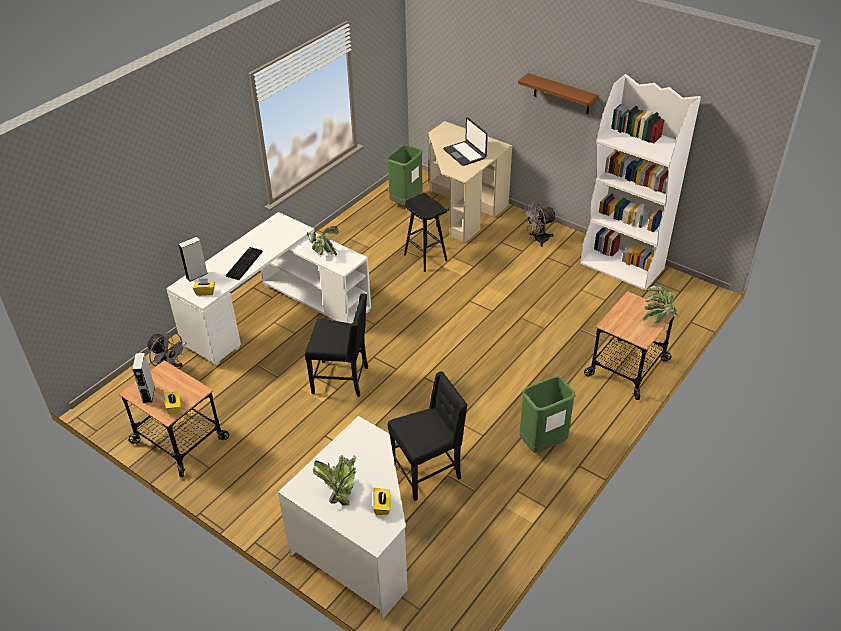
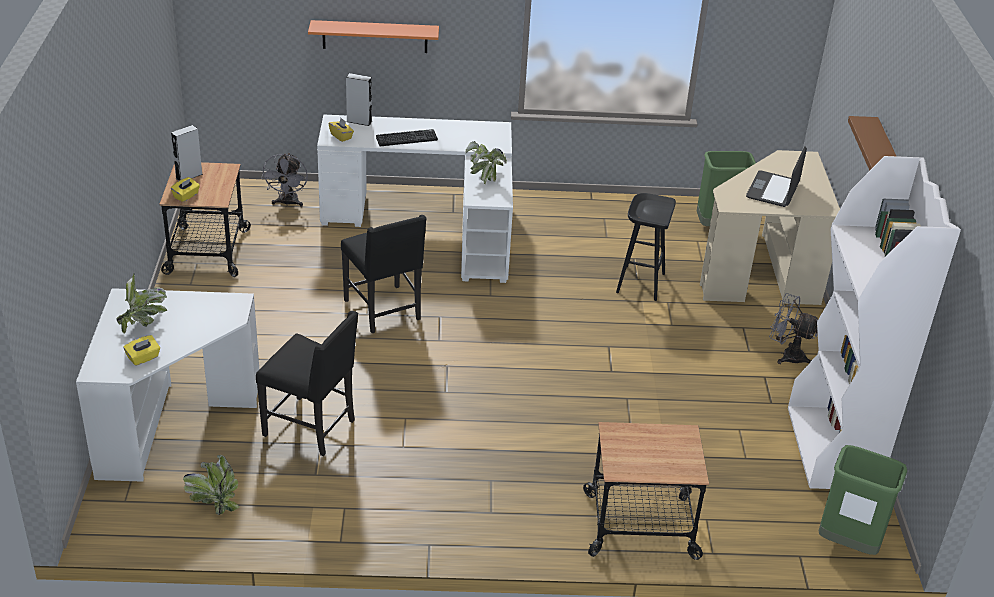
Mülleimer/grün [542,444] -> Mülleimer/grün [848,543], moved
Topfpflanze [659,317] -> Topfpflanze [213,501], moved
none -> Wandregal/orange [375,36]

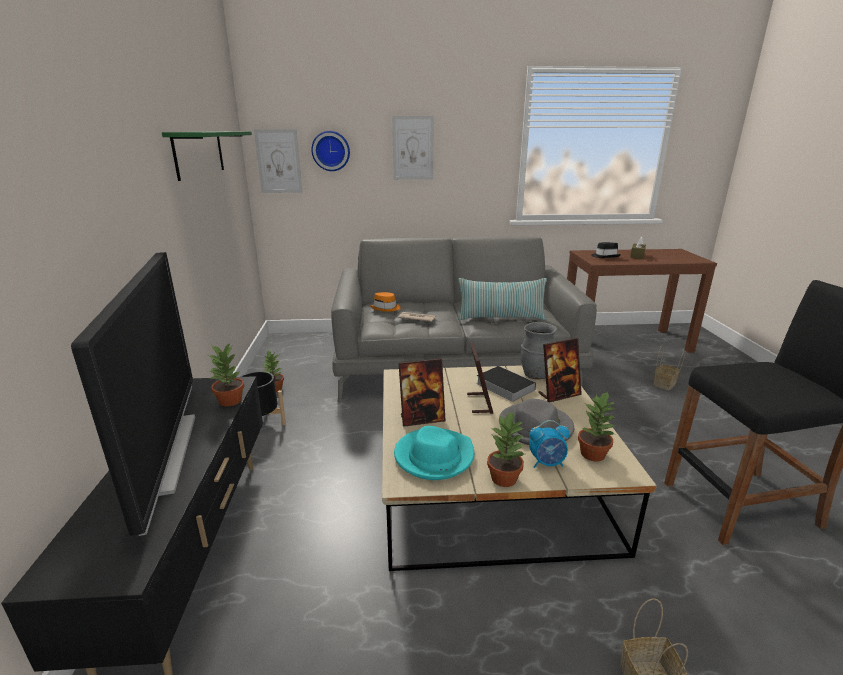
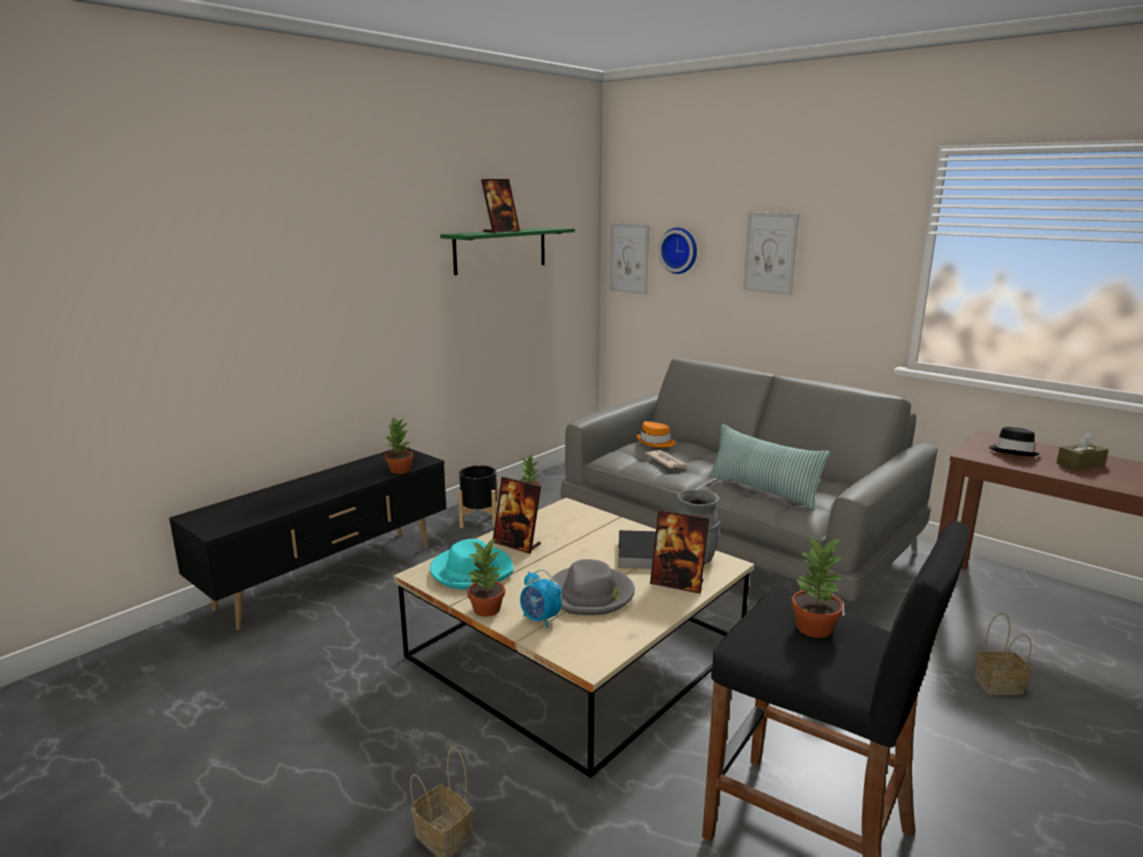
Fernseher [164,454] -> none
Bilderrahmen [479,403] -> Bilderrahmen [501,231], moved
Topfpflanze [593,454] -> Topfpflanze [815,628], moved

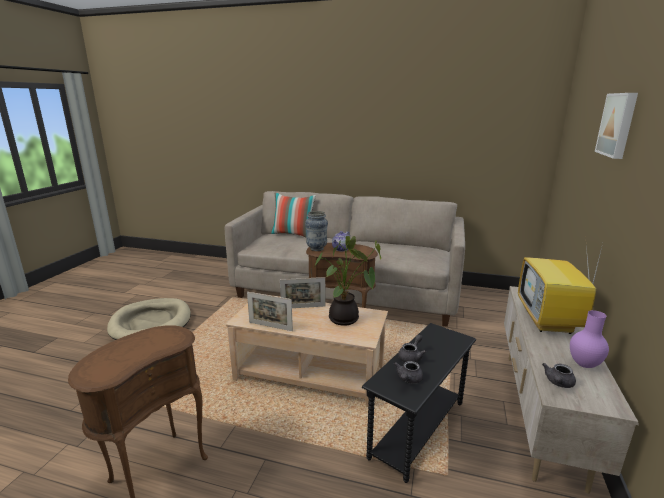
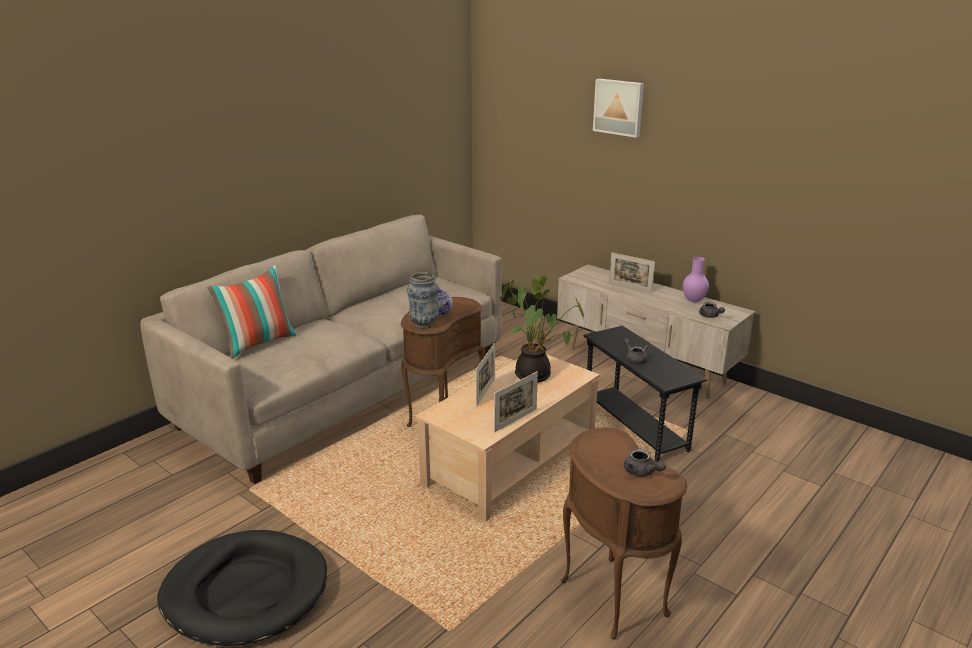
Hundebett/beige [151,323] -> Hundebett/schwarz [246,591]
Teekanne/grau [408,379] -> Teekanne/grau [641,472], moved
Fernseher [549,321] -> Bilderrahmen [630,288]

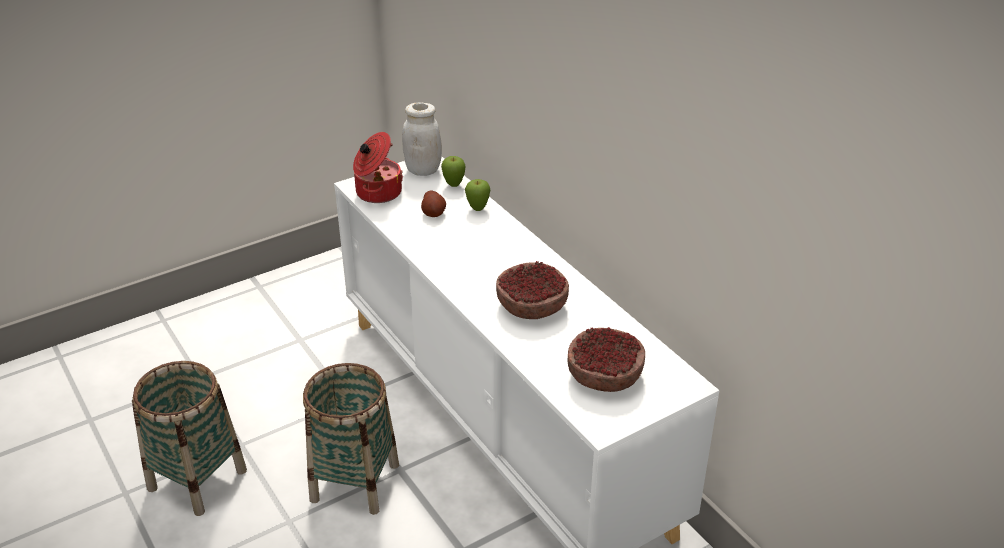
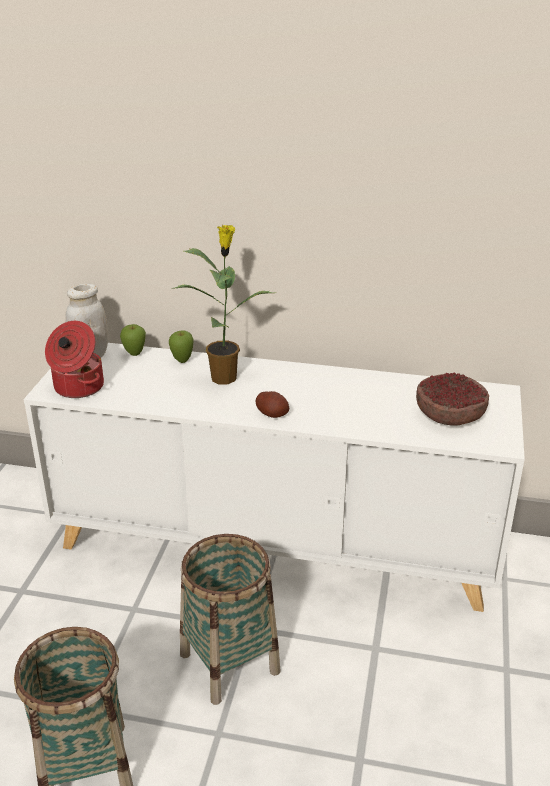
Kartoffel [433,213] -> Kartoffel [272,414], moved
Schüssel [531,305] -> none
none -> Topfpflanze [225,377]

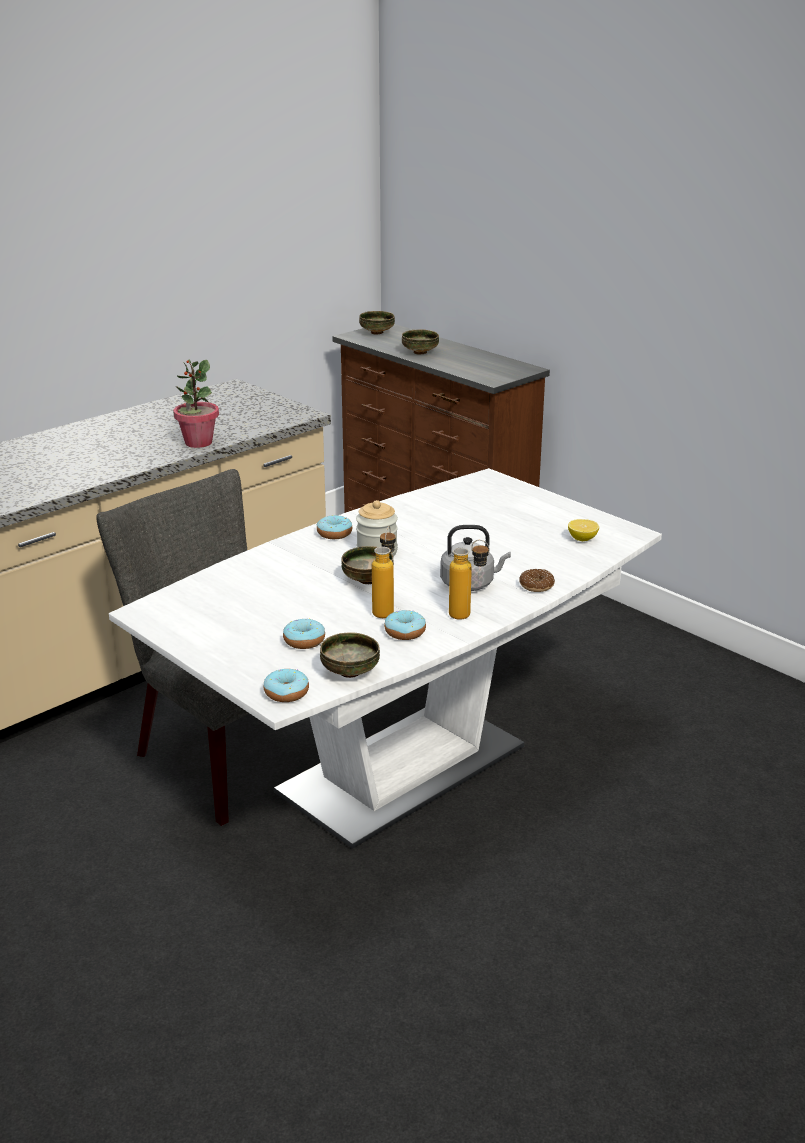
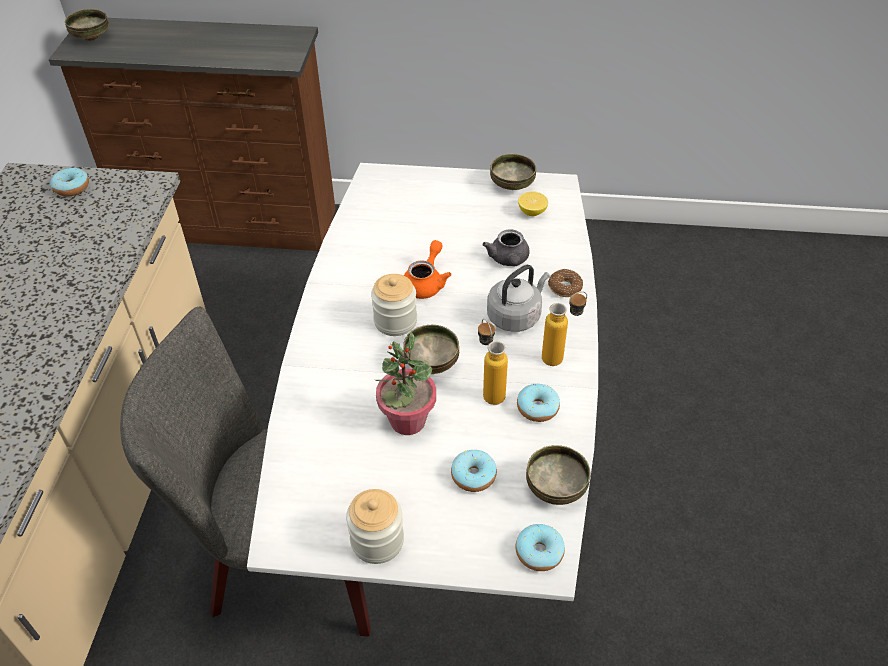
Topfpflanze [198,442] -> Topfpflanze [407,421], moved
Donut [334,534] -> Donut [72,188], moved
Schüssel [419,352] -> Schüssel [511,185], moved
none -> Vorratsglas [377,541]
none -> Teekanne/orange [426,283]
none -> Teekanne/grau [509,260]

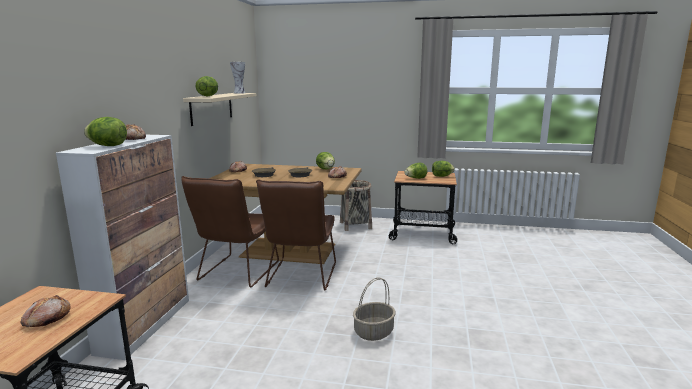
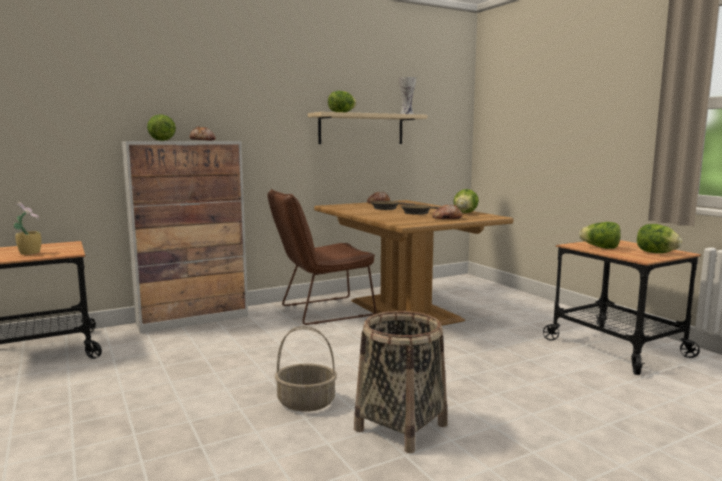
Brot [46,319] -> Topfpflanze [30,253]
Stuhl/braun [300,277] -> none
Korb [355,225] -> Korb [401,427], moved

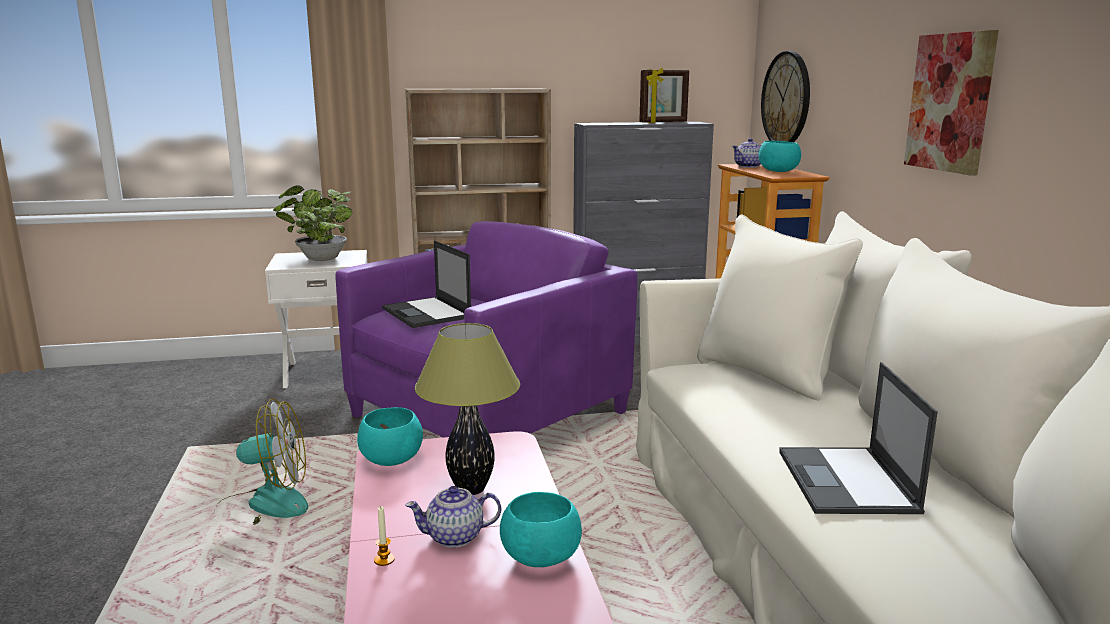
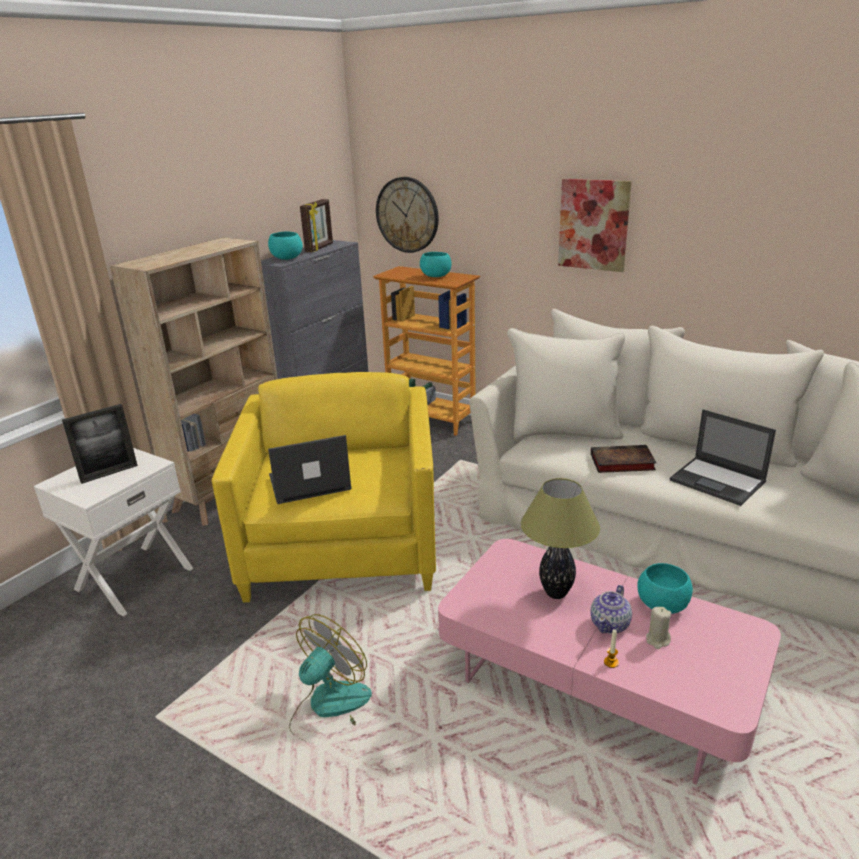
Topfpflanze [319,259] -> Bilderrahmen [109,473]
Sessel/lila [489,415] -> Sessel/gelb [344,543]
Schüssel/türkis [390,460] -> Schüssel/türkis [287,258], moved
Laptop [427,313] -> Laptop [308,483], 150 degrees clockwise
Teekanne [749,166] -> none
none -> Buch [620,463]
none -> Kerze/beige [657,640]

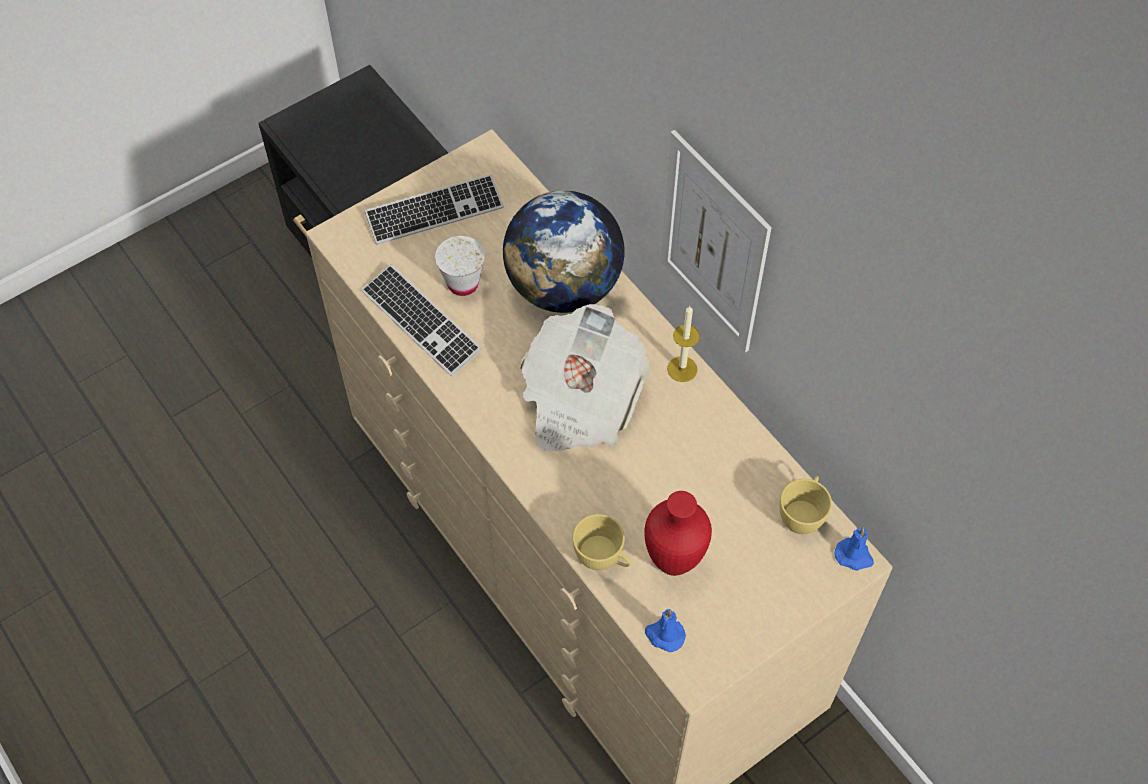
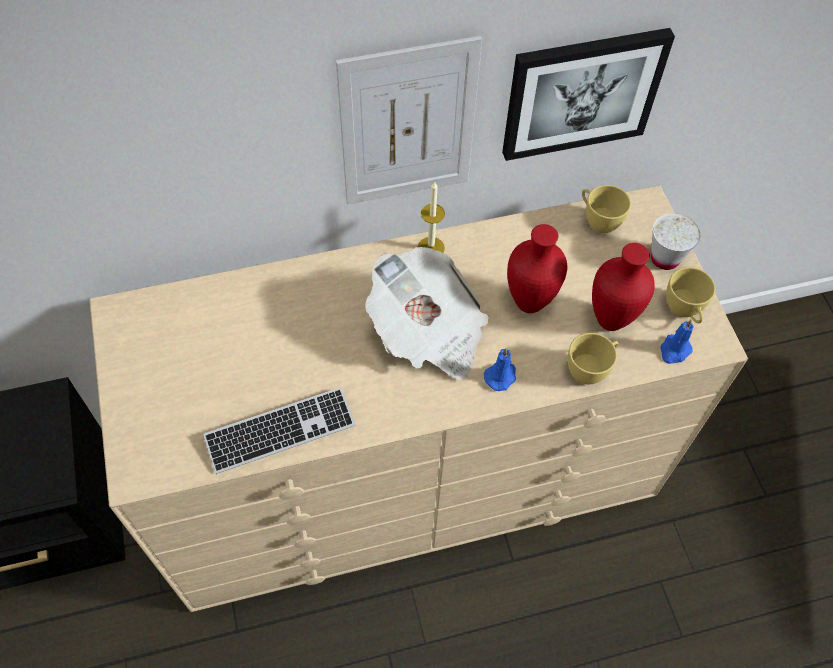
Tastatur [434,212] -> none
Tasse/weiß [463,283] -> Tasse/weiß [665,258], moved
Globus [564,286] -> none
Kerze/blau [854,556] -> Kerze/blau [501,376], moved
none -> Bild [581,93]
none -> Vase/rot [531,303]
none -> Tasse/gelb [684,311]

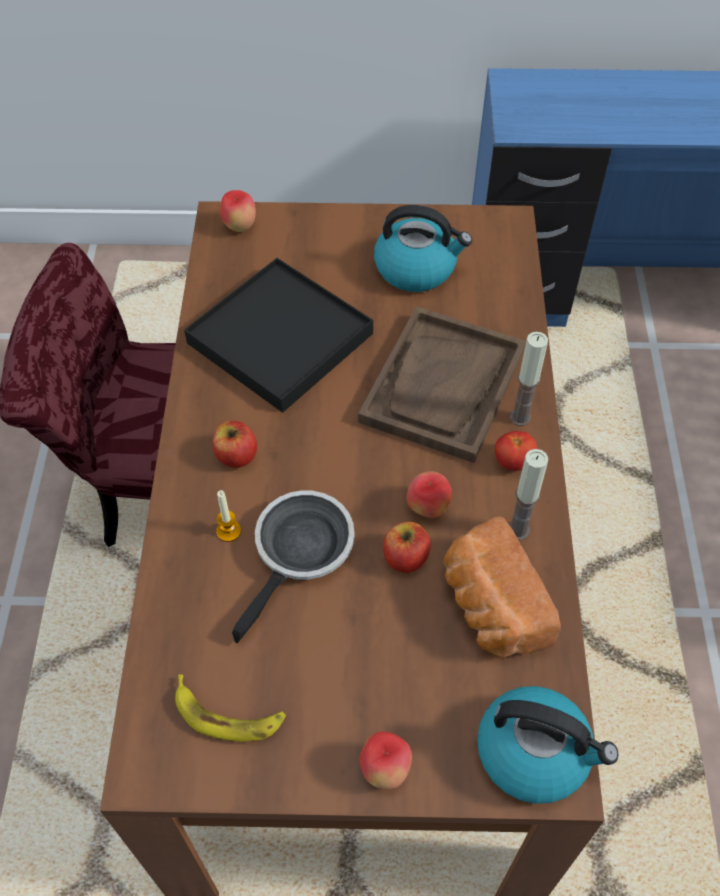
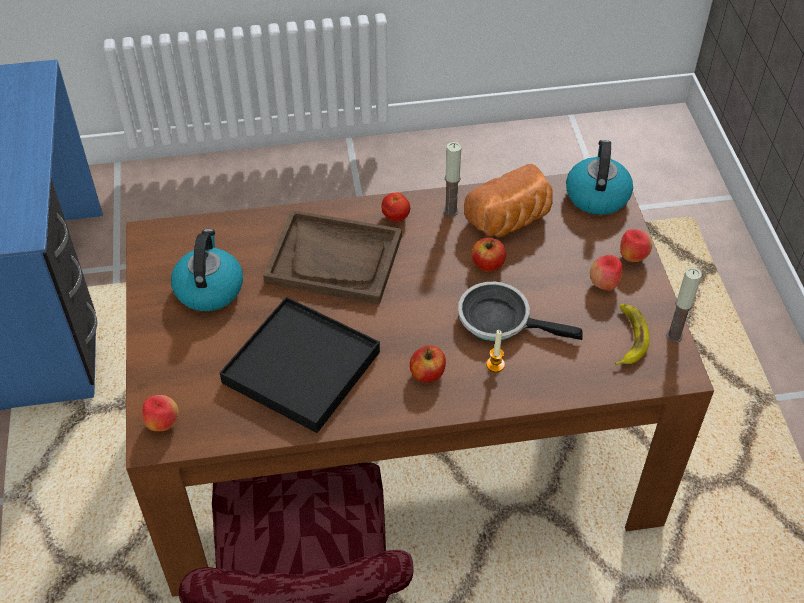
Apfel [427,507] -> Apfel [604,284], moved
Kerze [520,417] -> Kerze [674,335], moved

